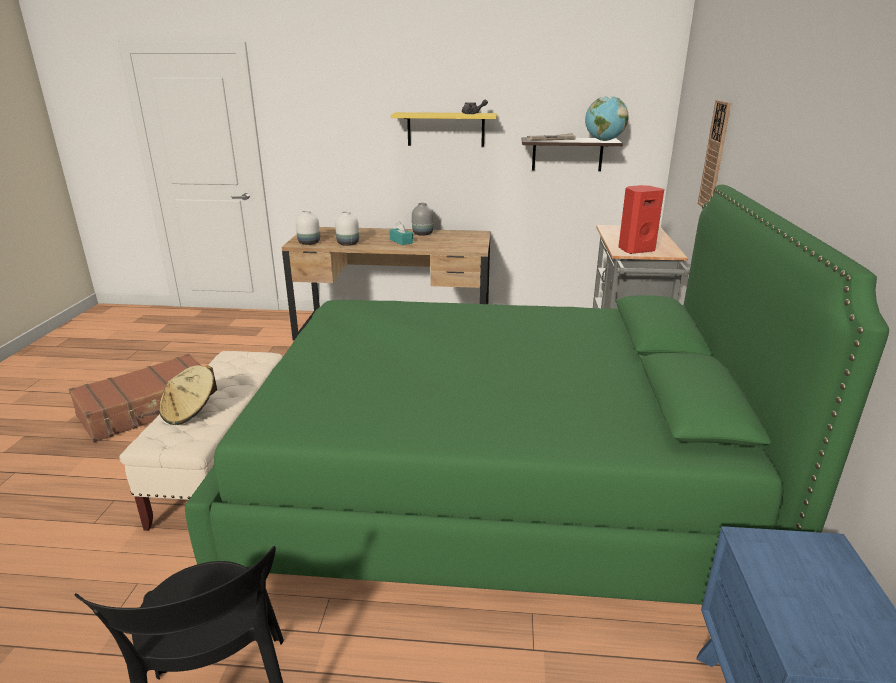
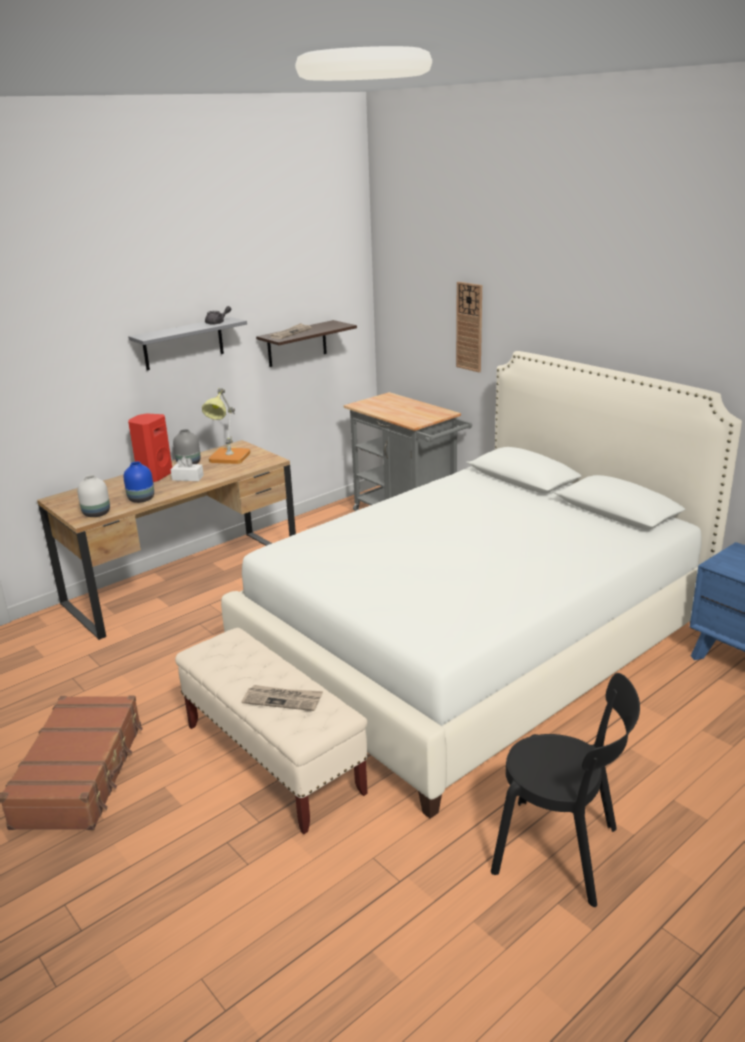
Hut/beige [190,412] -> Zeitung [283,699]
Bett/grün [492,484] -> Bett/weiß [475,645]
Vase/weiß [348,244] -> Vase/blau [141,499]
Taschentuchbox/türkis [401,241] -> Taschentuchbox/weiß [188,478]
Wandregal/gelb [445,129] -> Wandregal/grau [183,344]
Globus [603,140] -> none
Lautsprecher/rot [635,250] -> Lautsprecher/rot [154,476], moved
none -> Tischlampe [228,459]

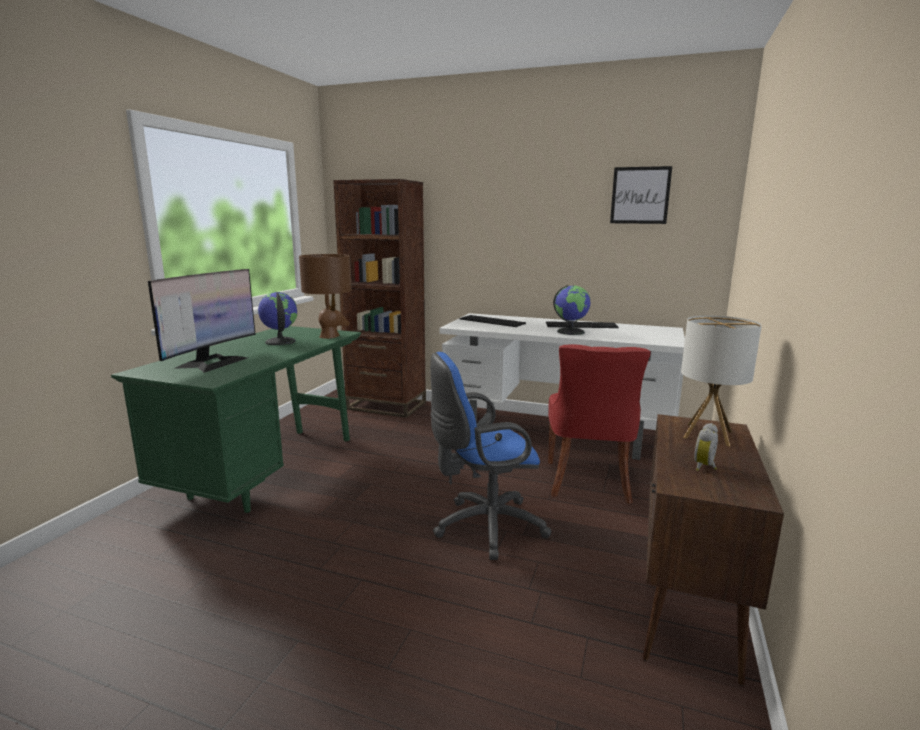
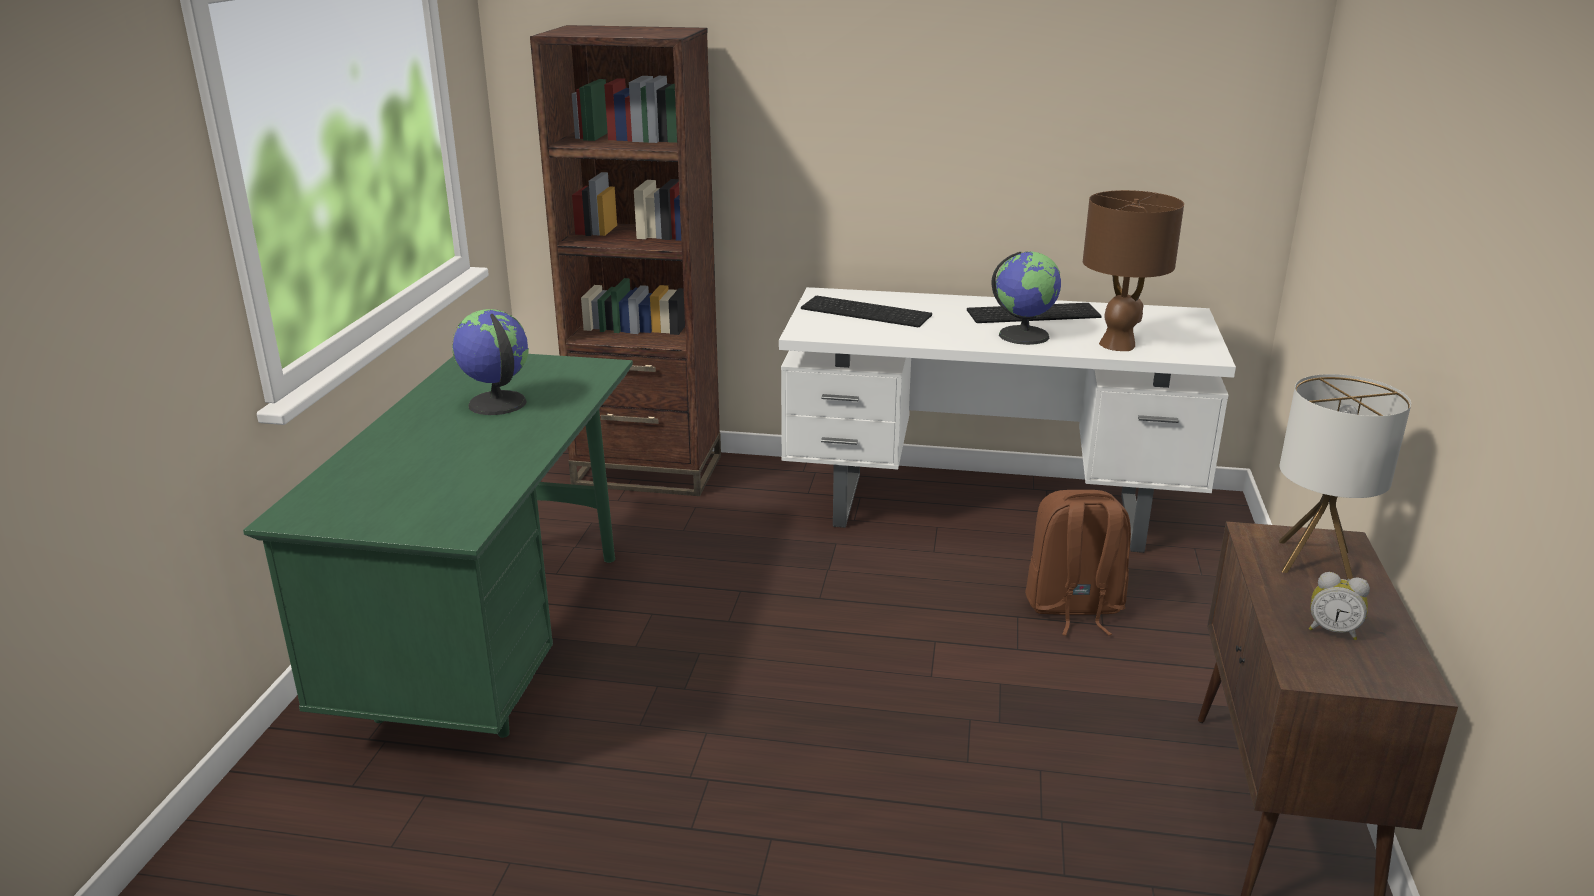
Monitor [212,362] -> none
Tischlampe/braun [329,336] -> Tischlampe/braun [1118,344], moved
Bürostuhl/blau [484,527] -> none
Stuhl/rot [588,482] -> Rucksack/braun [1073,608]
Bild [640,195] -> none
Wecker [705,467] -> Wecker [1332,630], 90 degrees counterclockwise

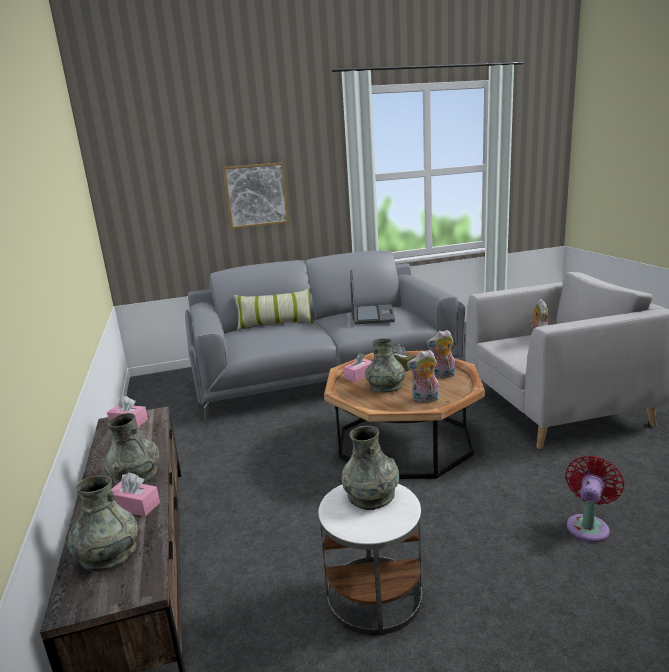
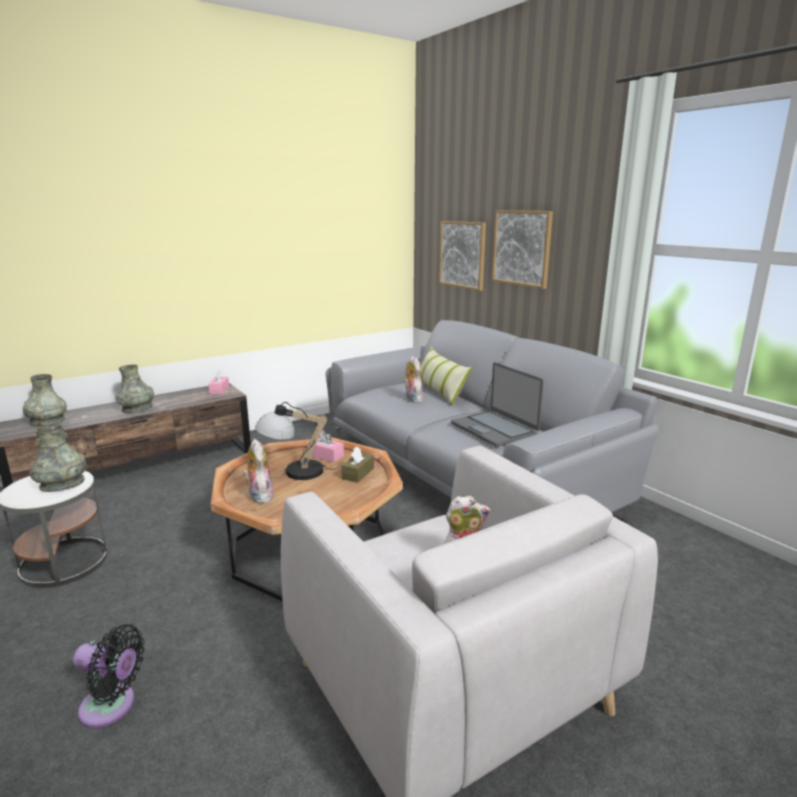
Taschentuchbox/rosa [135,506] -> none
Laptop [372,315] -> Laptop [494,429], 75 degrees clockwise
Vase/grau [386,387] -> Tischlampe [293,472]
Plüschtier [442,376] -> Plüschtier [412,399], moved
Ventilator/rot [588,525] -> Ventilator/schwarz [112,707]
none -> Bild [462,254]

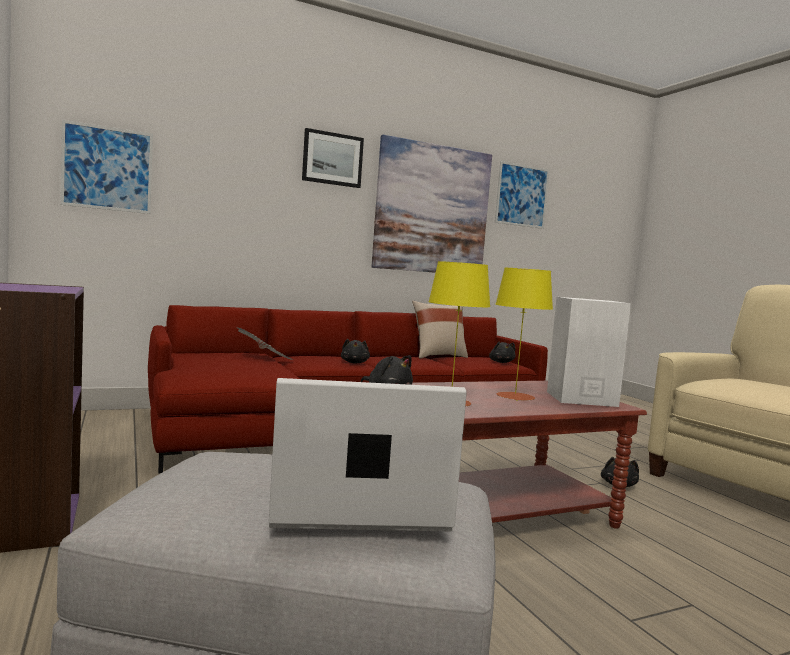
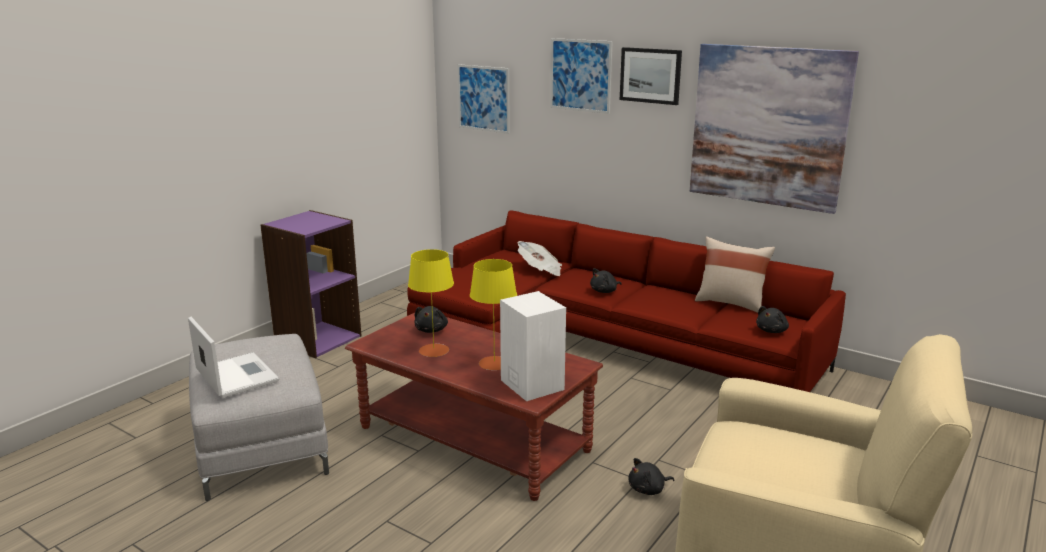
Bild [521,195] -> Bild [580,75], moved

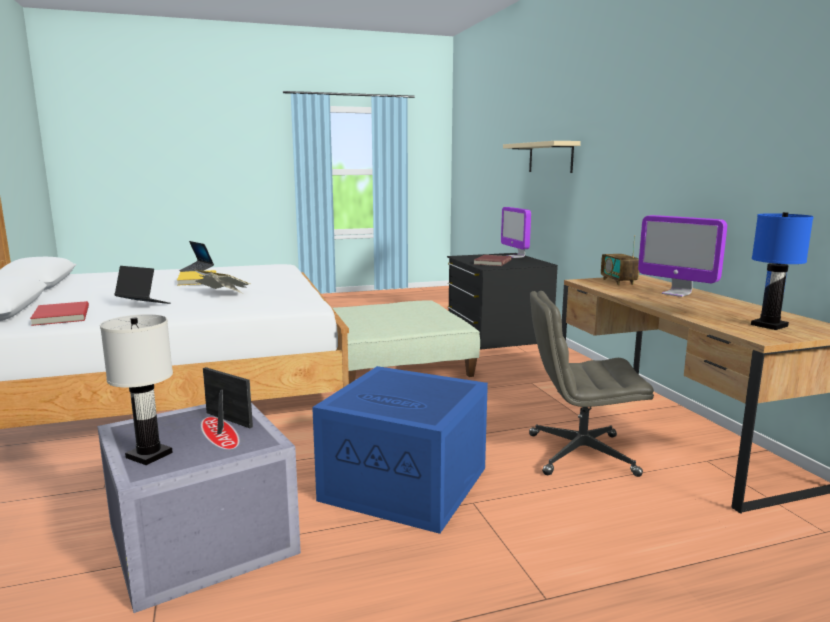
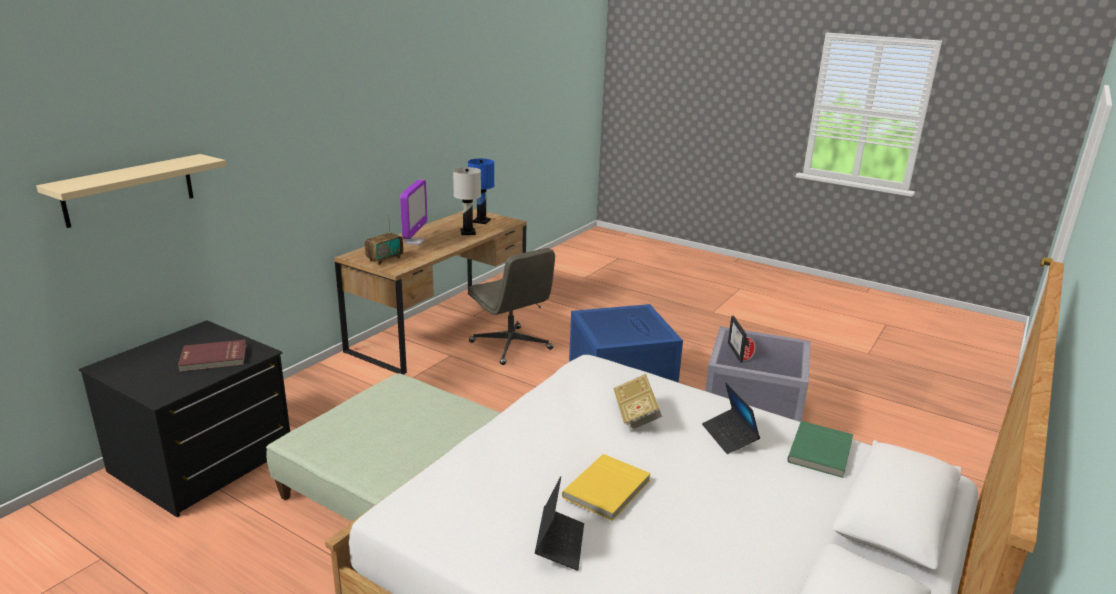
Buch/rot [60,316] -> Buch/grün [821,452]
Tischlampe/weiß [148,455] -> Tischlampe/weiß [468,232], moved
Monitor [515,256] -> none

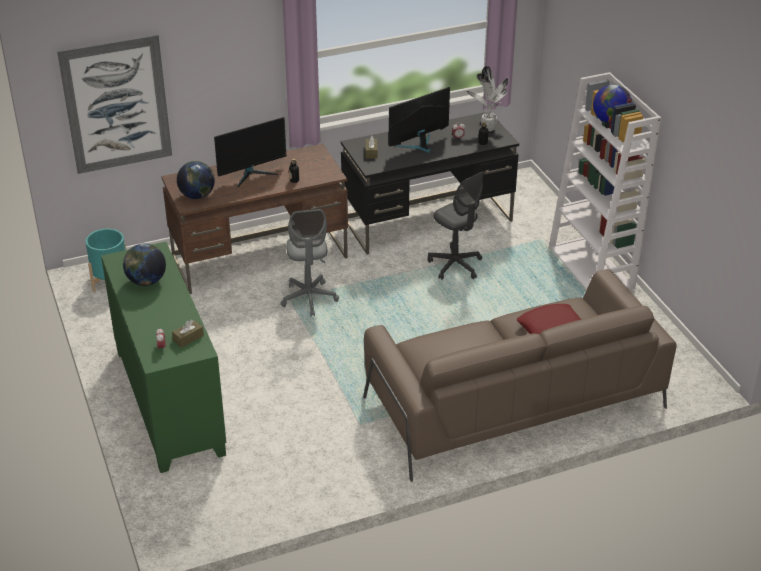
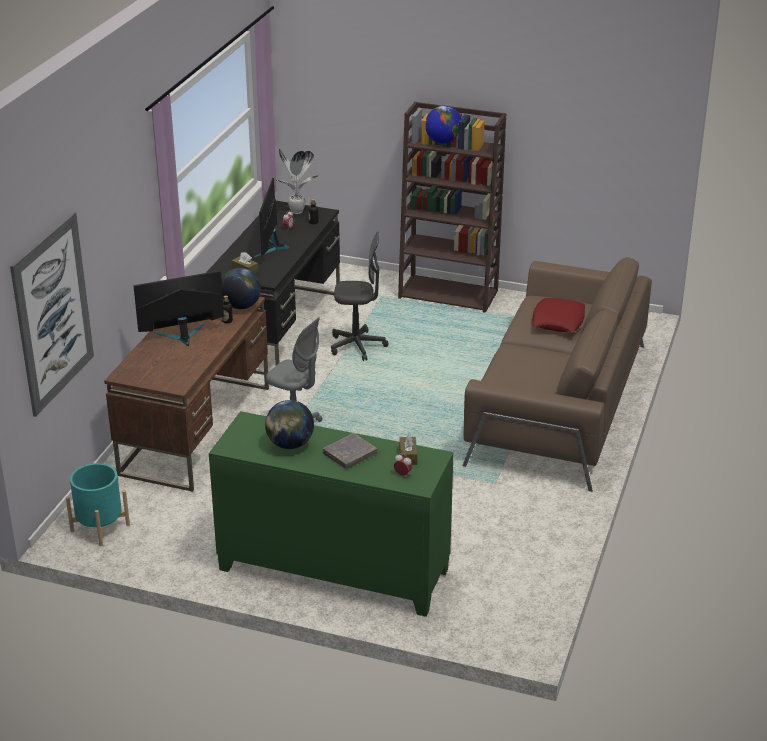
Globus [197,196] -> Globus [241,306], moved
Monitor [252,174] -> Monitor [182,335], 120 degrees counterclockwise
Bücherregal/weiß [592,268] -> Bücherregal/braun [449,294]
none -> Buch/grau [350,454]

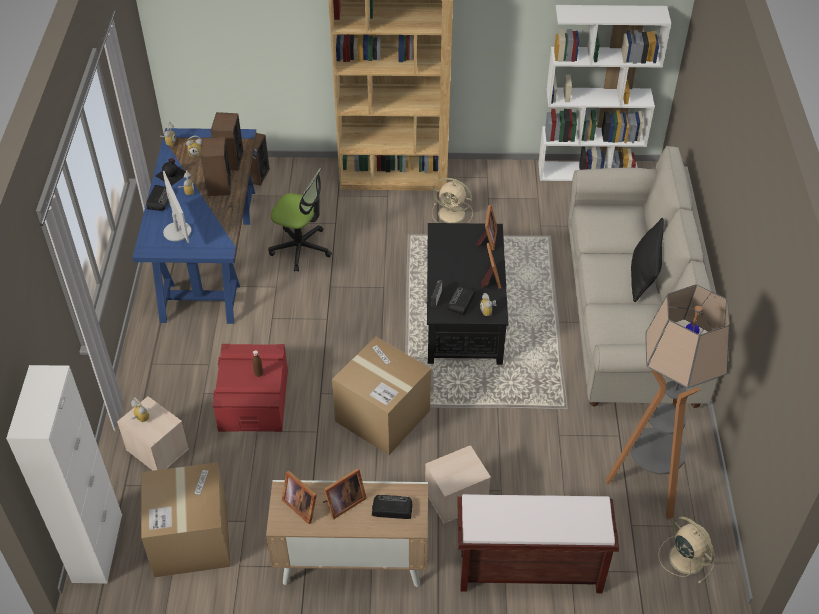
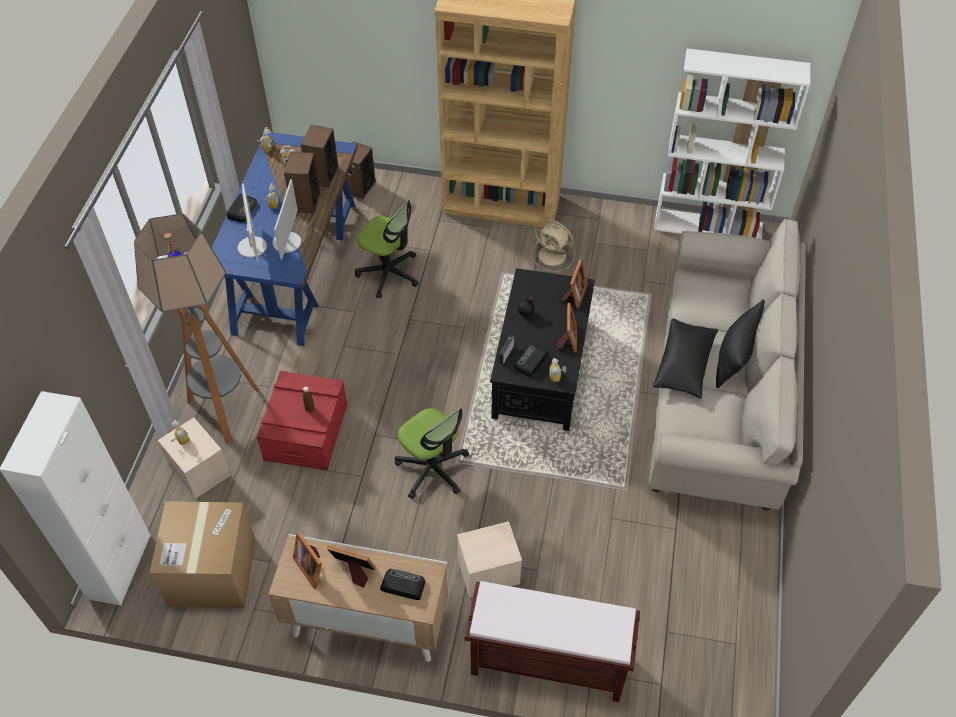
Flasche/schwarz [172,174] -> Flasche/schwarz [527,312], moved
Bilderrahmen [342,503] -> Bilderrahmen [354,571], 135 degrees counterclockwise
Karton [382,416] -> Bürostuhl [432,469]
Stehlampe [647,485] -> Stehlampe [225,410], moved
Ventilator/beige [685,557] -> none
none -> Monitor [287,242]
none -> Kissen/schwarz [684,365]

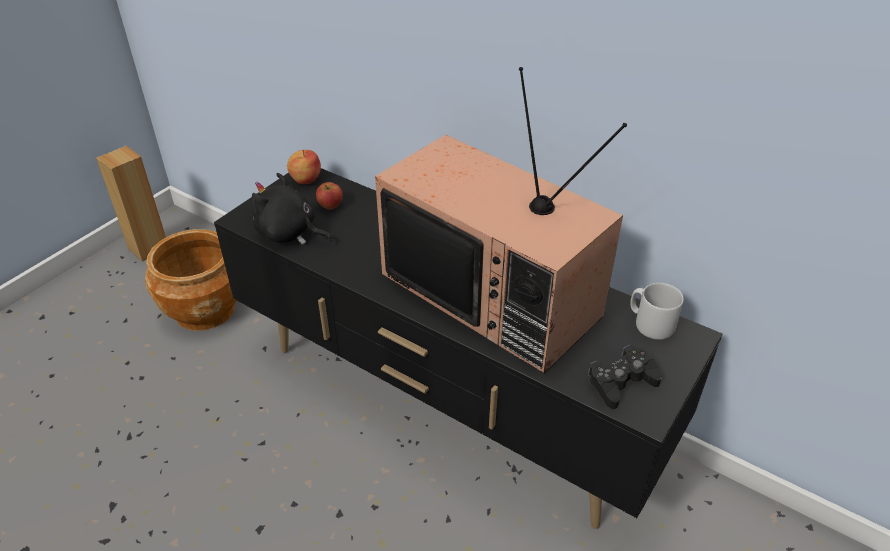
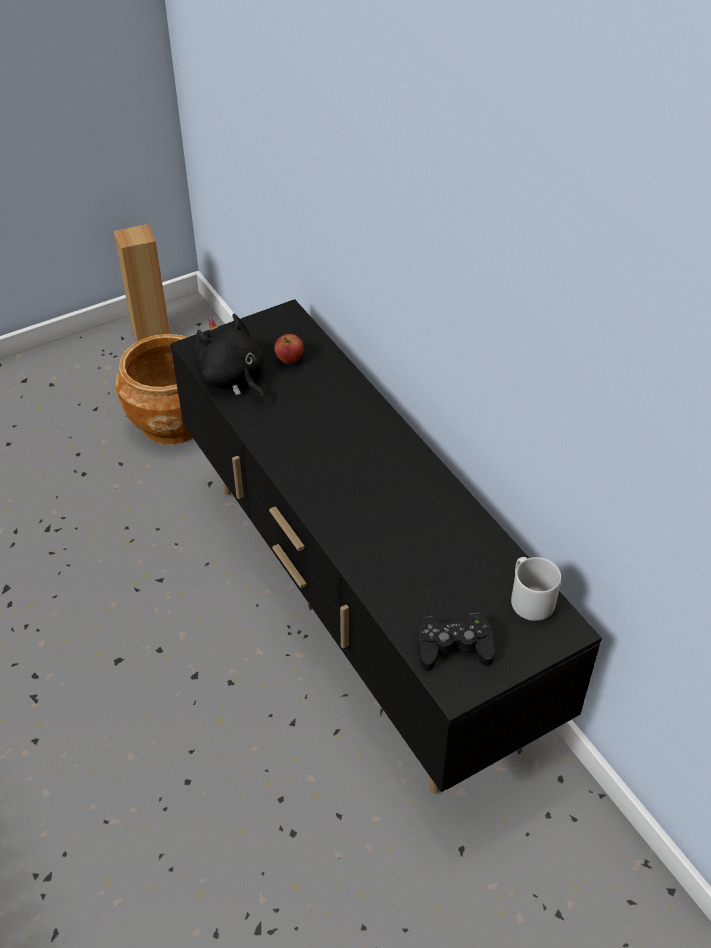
Apfel [305,179] -> none
Fernseher [495,294] -> none

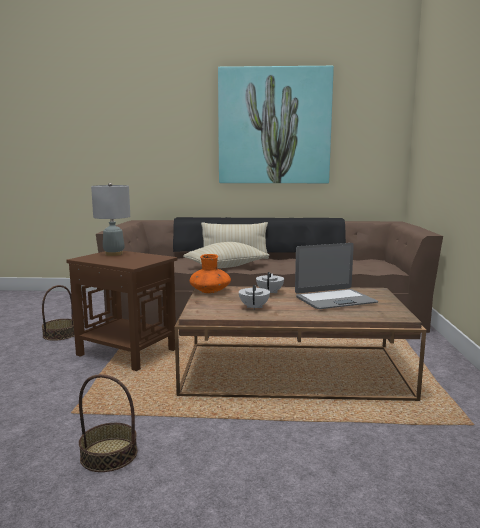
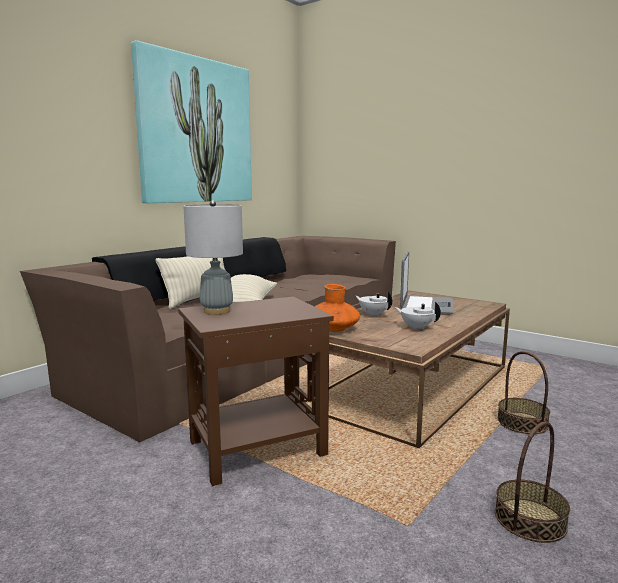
Korb [60,334] -> Korb [522,422], moved

